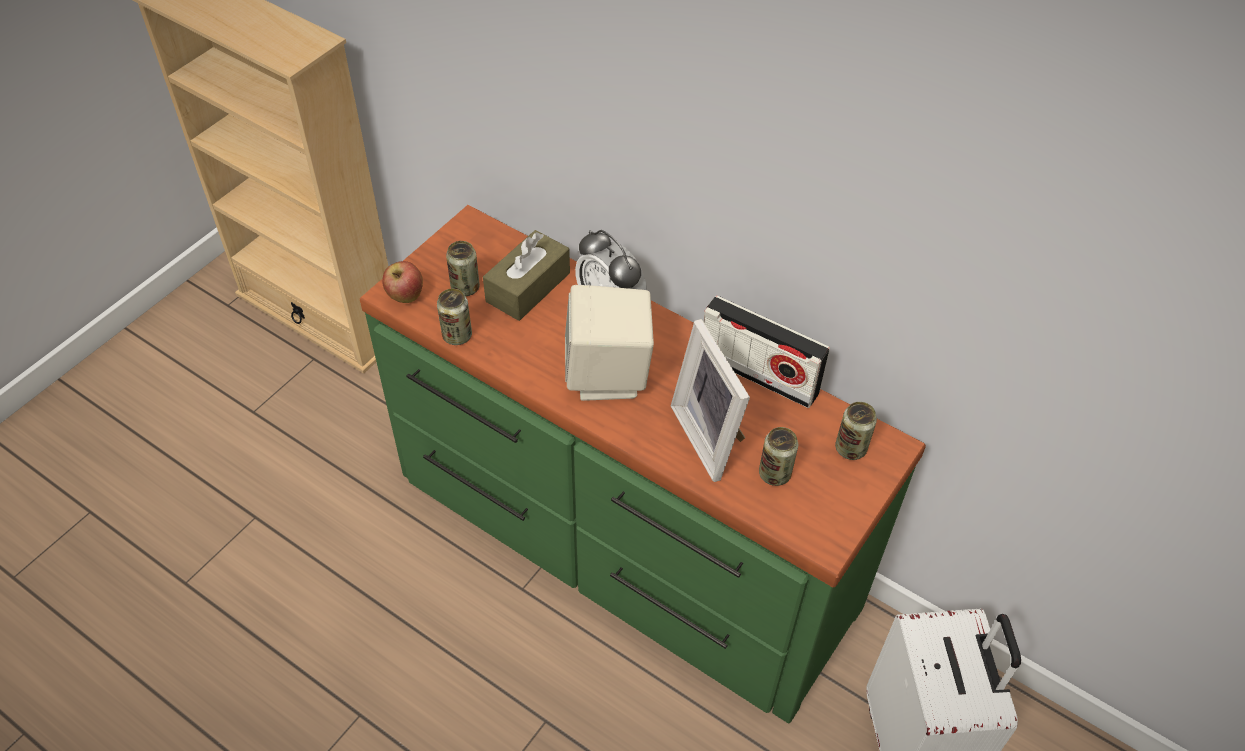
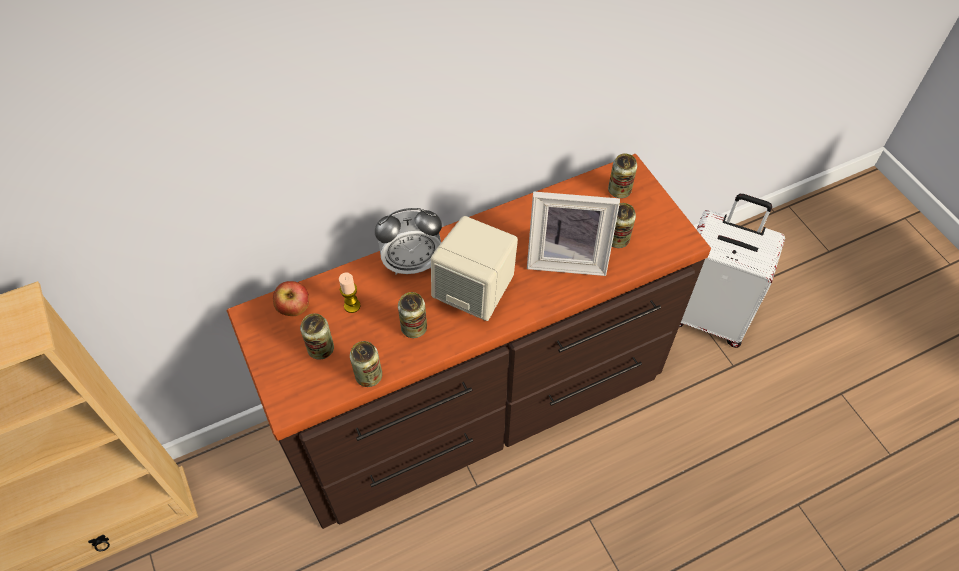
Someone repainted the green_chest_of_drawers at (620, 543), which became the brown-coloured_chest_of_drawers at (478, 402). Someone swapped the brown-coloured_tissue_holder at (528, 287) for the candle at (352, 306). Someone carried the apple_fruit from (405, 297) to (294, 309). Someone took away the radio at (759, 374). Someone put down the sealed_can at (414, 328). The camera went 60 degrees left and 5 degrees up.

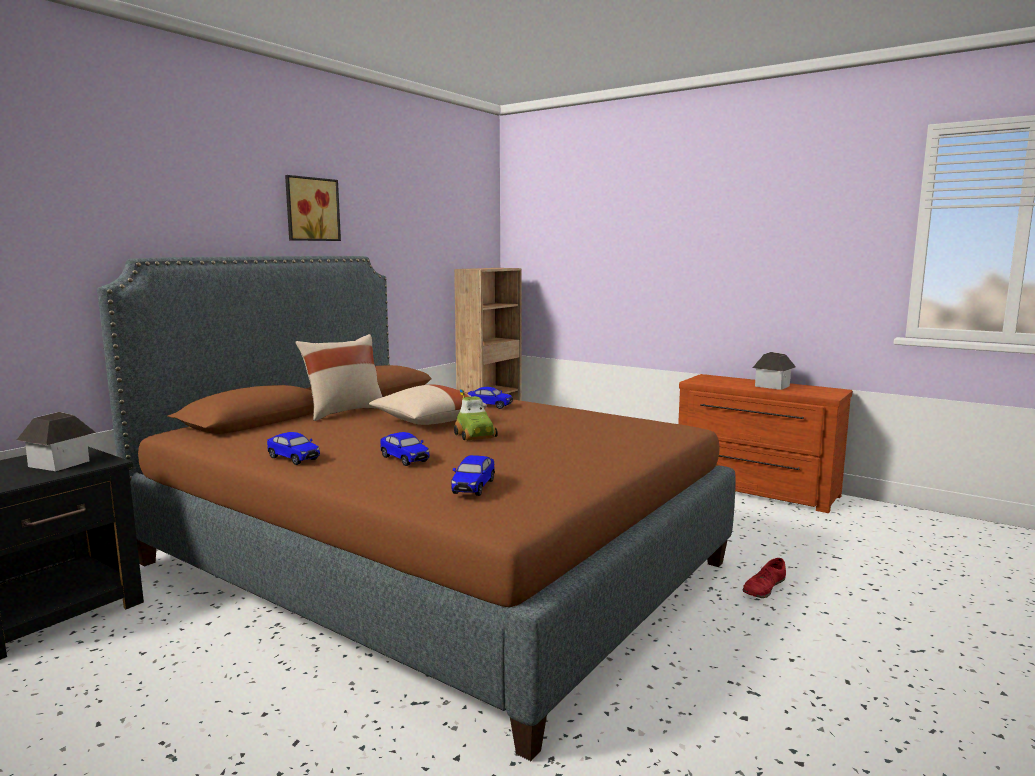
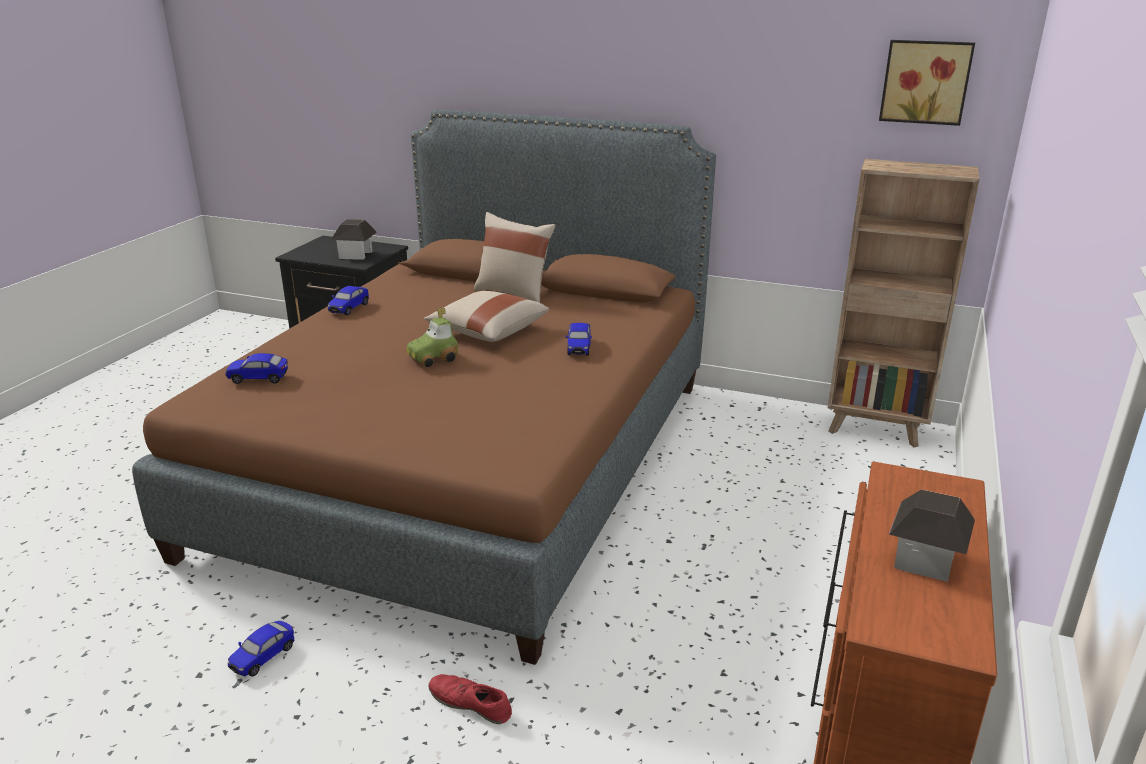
Someone carried the picture from (311, 209) to (925, 82). Someone carried the miniature_car from (404, 459) to (263, 657). The camera went 75 degrees right and 15 degrees up.

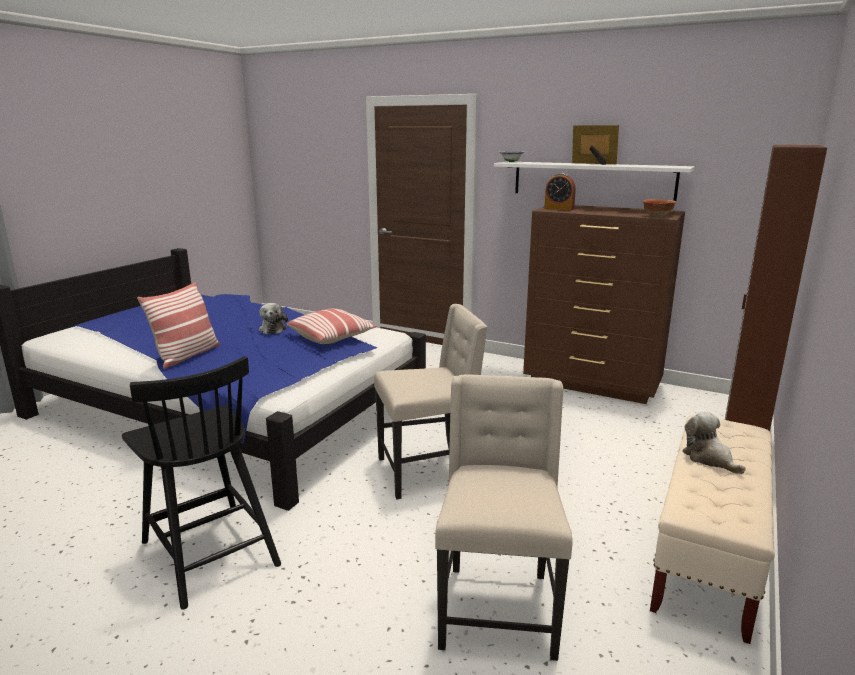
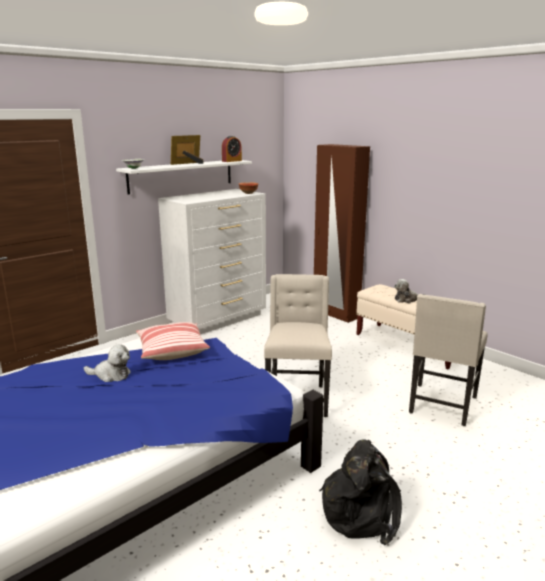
Someone carried the table_clock from (559, 208) to (232, 161). Someone repainted the brown-coloured_chest_of_drawers at (592, 383), which became the white-coloured_chest_of_drawers at (218, 319). Someone took away the pillow at (187, 355). Someone swapped the black-coloured_chair at (209, 551) for the black-coloured_knapsack at (362, 512). Someone rotated the beige-coloured_chair at (497, 608) by 90 degrees counterclockwise. The camera went 70 degrees left and 0 degrees up.

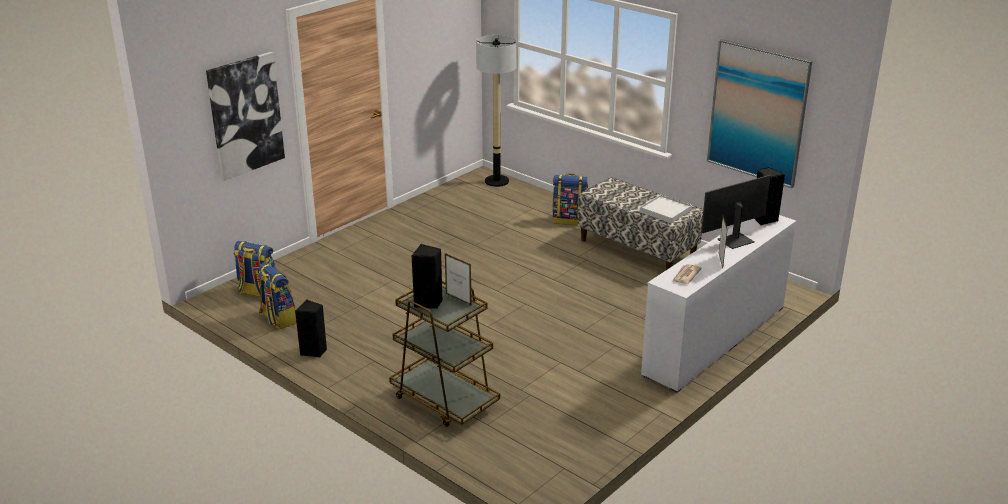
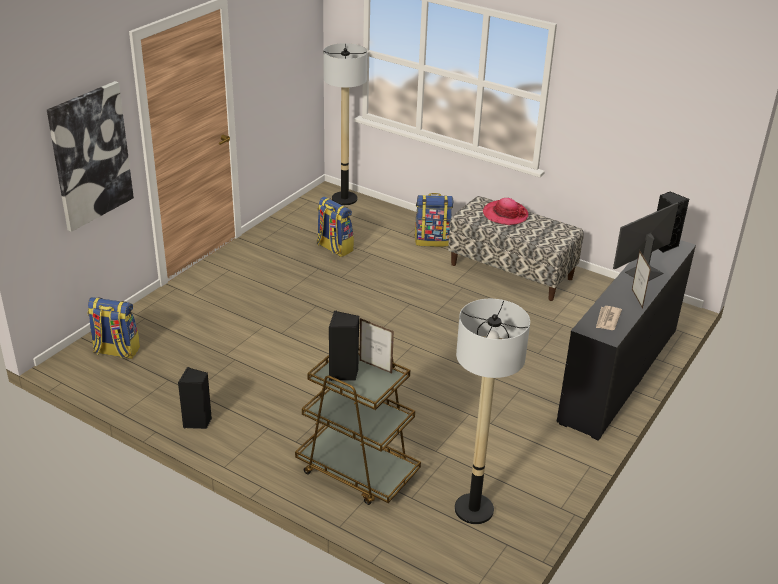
Someone took away the picture at (757, 113). Someone took away the white-coloured_serving_tray at (665, 211). Someone repainted the white-coloured_chest_of_drawers at (714, 340), which became the black-coloured_chest_of_drawers at (618, 374). Someone carried the knapsack from (277, 319) to (334, 248). Someone put down the wearable_hat at (505, 214). Someone put down the floor_lamp at (473, 509). The camera went 10 degrees left and 5 degrees up.

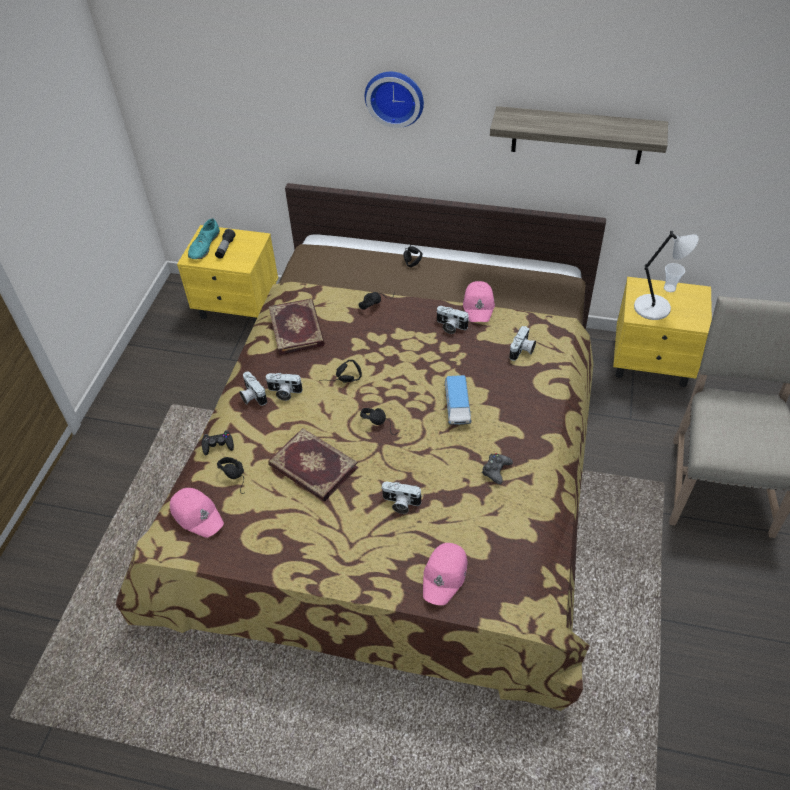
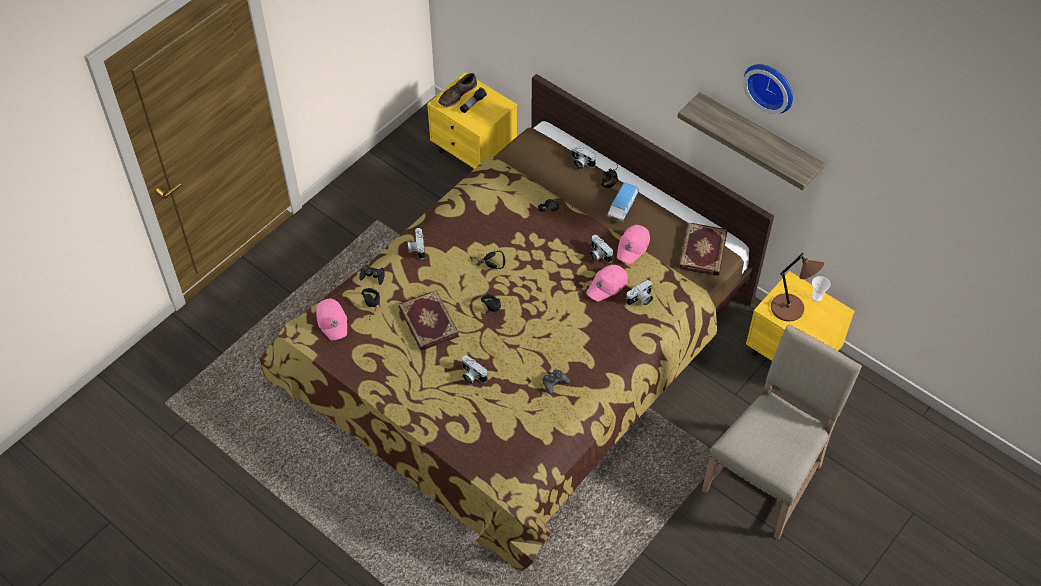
Someone carried the wall_clock from (395, 97) to (771, 86). Someone repainted the turquoise_low_shoe at (204, 246), which became the brown-coloured_low_shoe at (457, 95). Someone repainted the gray_lamp_for_a_table at (654, 308), which became the brown-coloured_lamp_for_a_table at (789, 309). Someone carried the book from (297, 328) to (704, 251). Someone carried the photo_camera from (284, 392) to (581, 163). Someone carried the miniature_car from (457, 406) to (622, 207). Someone carried the pink-coloured_cap from (445, 576) to (607, 286). The camera went 25 degrees right and 5 degrees up.

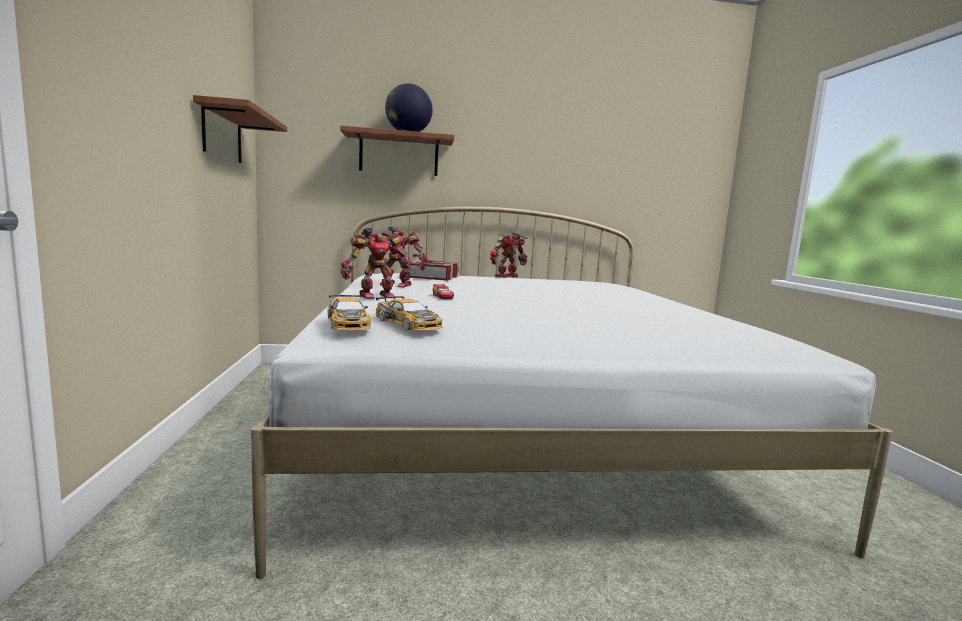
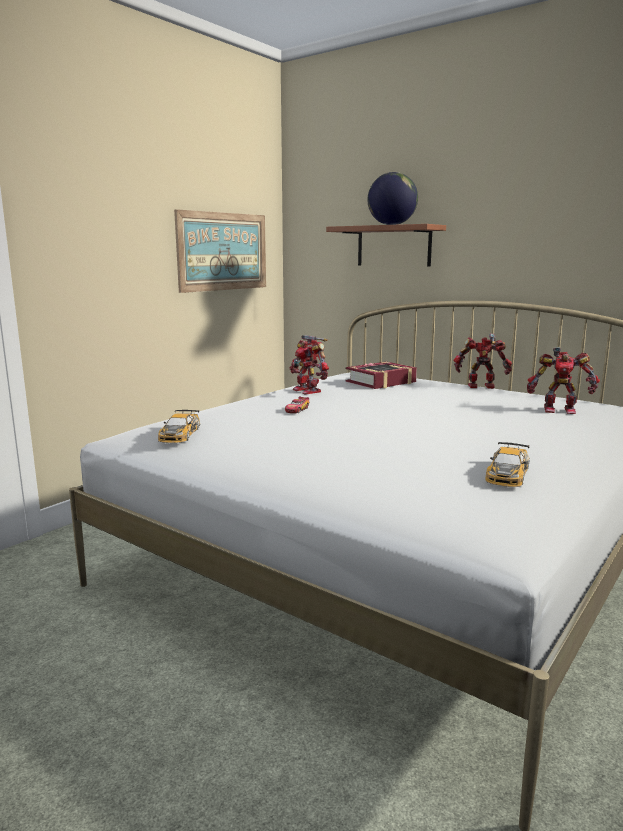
Someone swapped the brown-coloured_wall_shelf at (222, 134) for the picture at (223, 251). Someone carried the model_robot from (375, 296) to (558, 410). Someone carried the miniature_car from (348, 323) to (507, 474). The camera went 45 degrees right and 5 degrees up.

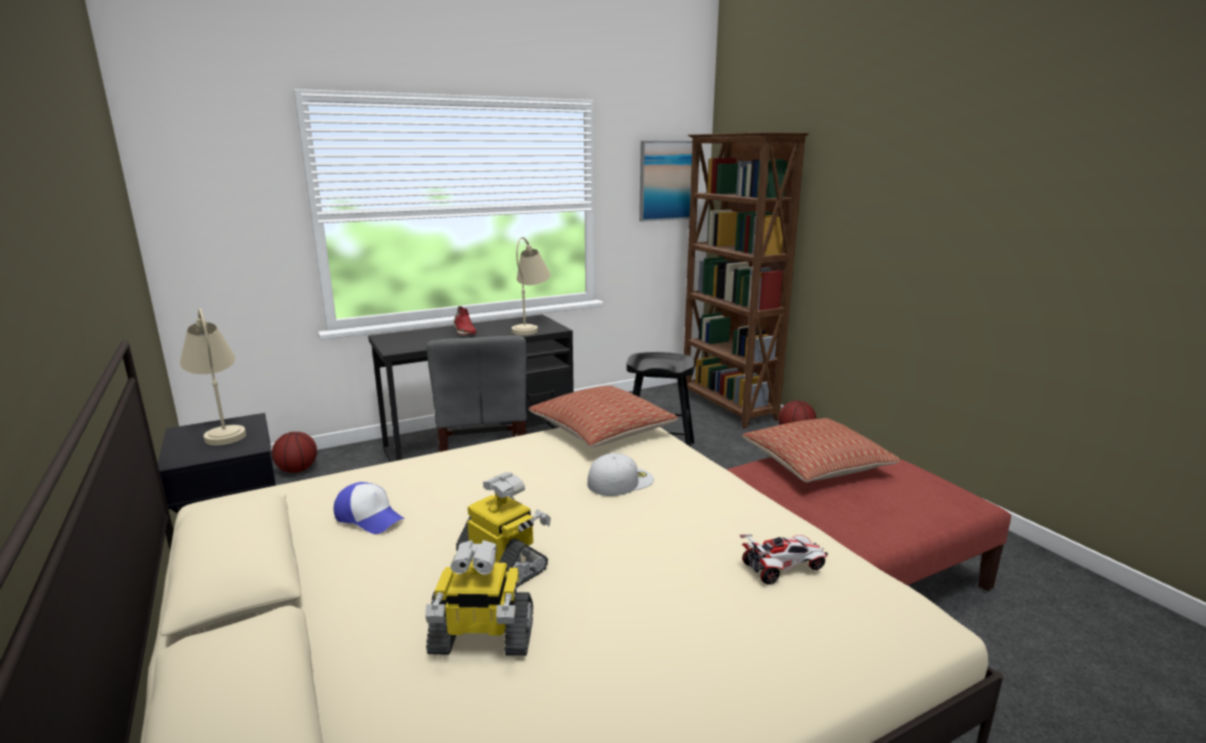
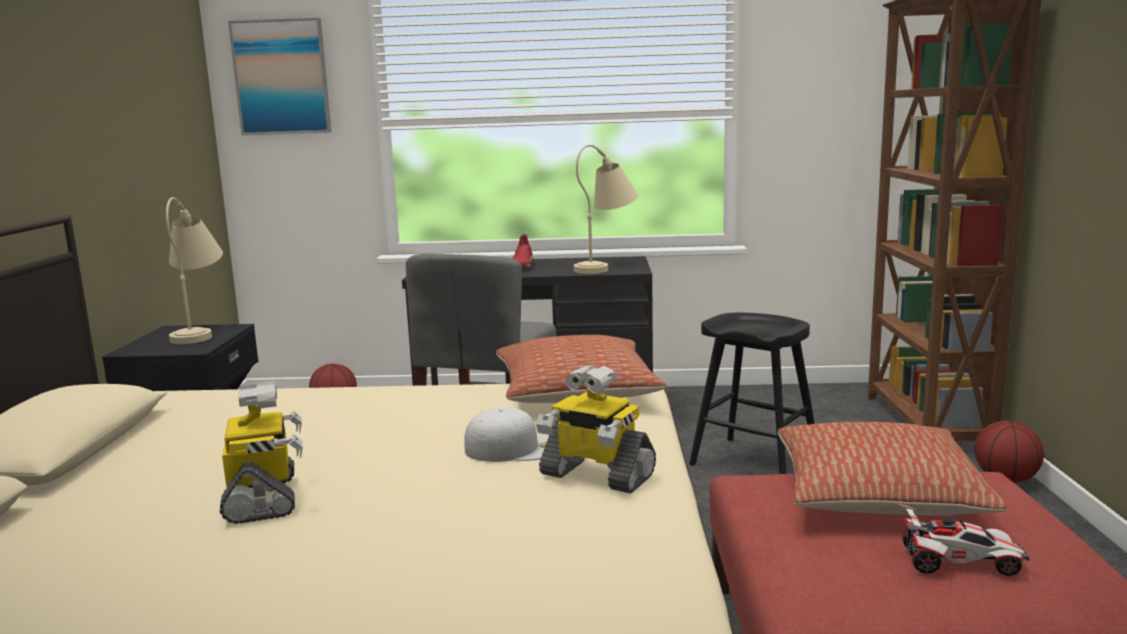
Someone carried the picture from (666, 181) to (281, 77). Someone took away the cap at (370, 517). Someone carried the miniature_car from (782, 568) to (958, 563). Someone carried the model_robot from (481, 639) to (595, 475). The camera went 30 degrees right and 5 degrees down.

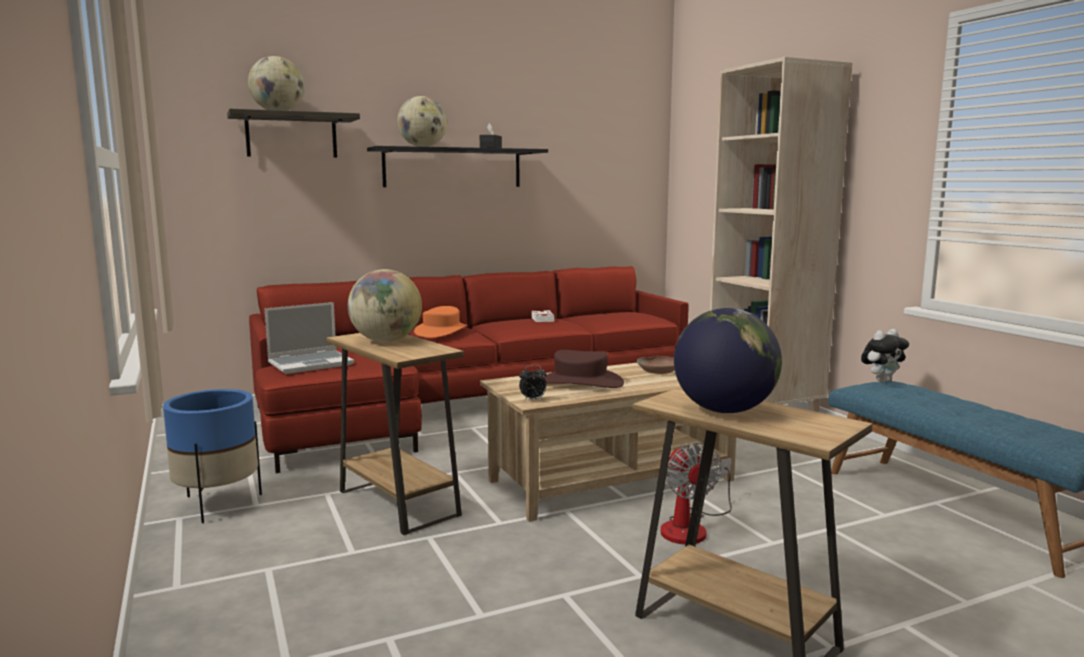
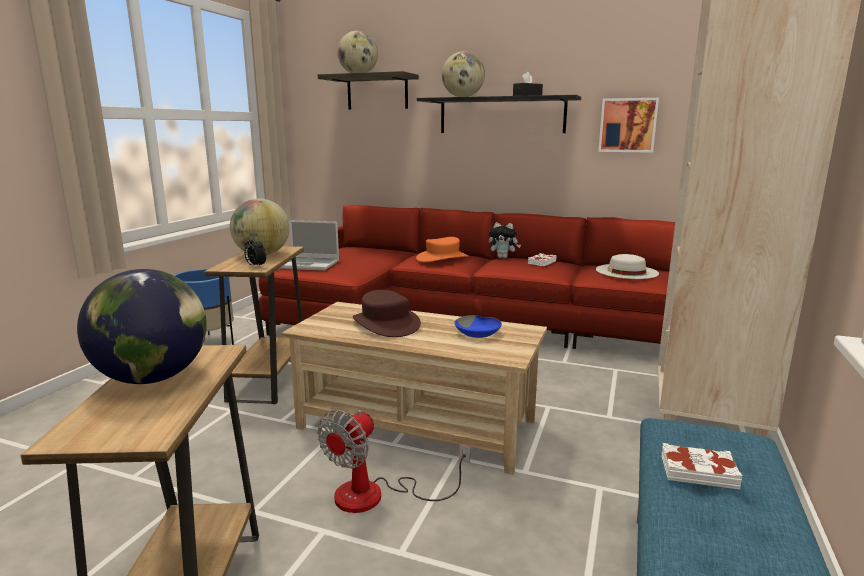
Someone carried the plush_toy from (882, 380) to (503, 257). Someone repainted the brown-coloured_deep_dish at (659, 371), which became the blue-coloured_deep_dish at (478, 333). Someone carried the table_clock from (533, 400) to (255, 266). Someone put up the picture at (628, 125). Someone put down the white-coloured_wearable_hat at (626, 271). Someone put down the white-coloured_book at (698, 471). The camera went 45 degrees right and 5 degrees up.

